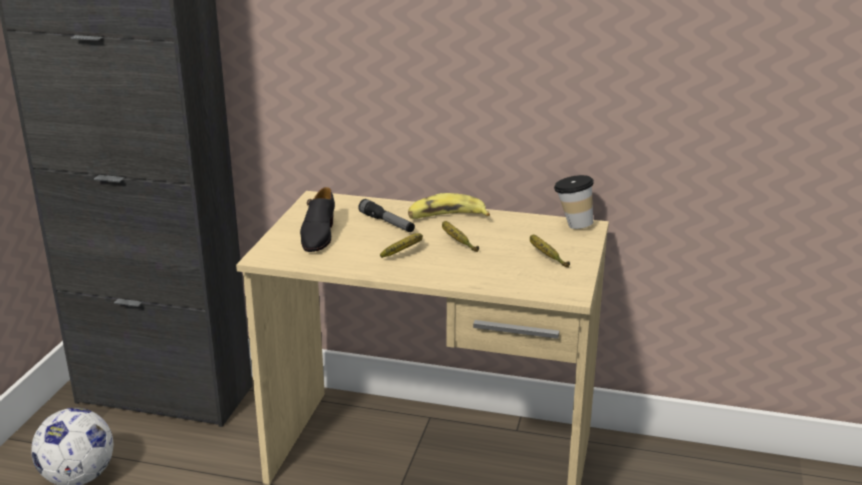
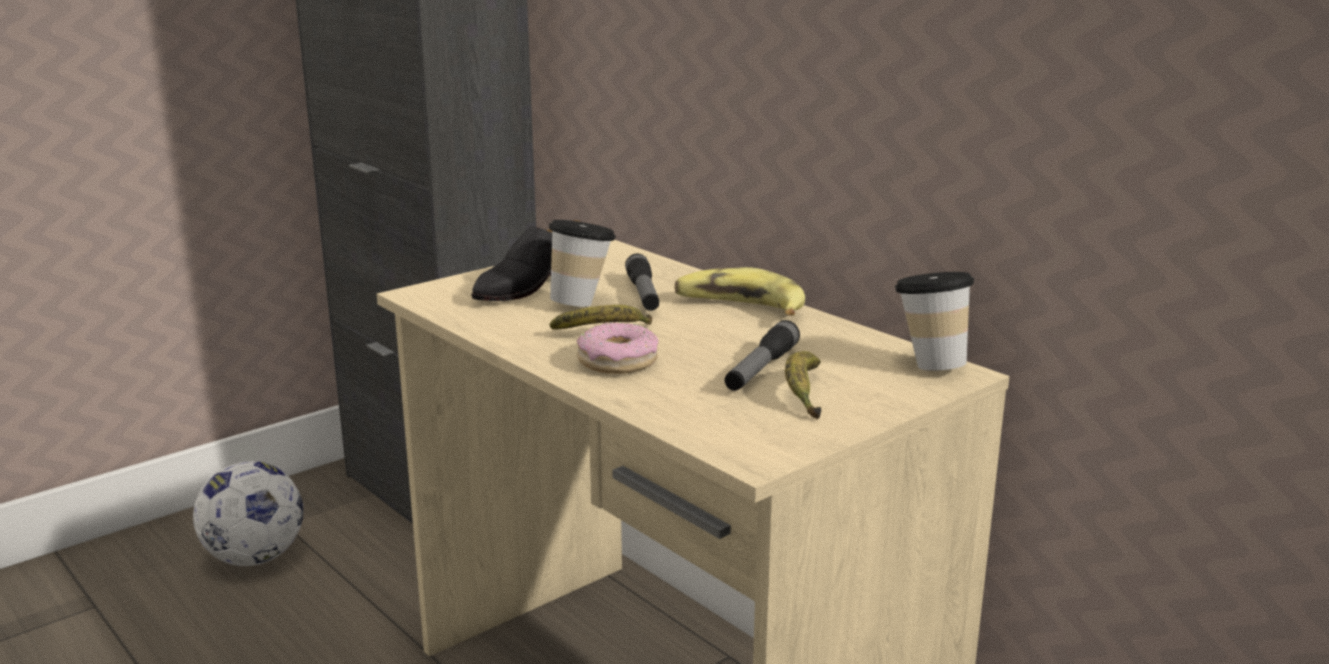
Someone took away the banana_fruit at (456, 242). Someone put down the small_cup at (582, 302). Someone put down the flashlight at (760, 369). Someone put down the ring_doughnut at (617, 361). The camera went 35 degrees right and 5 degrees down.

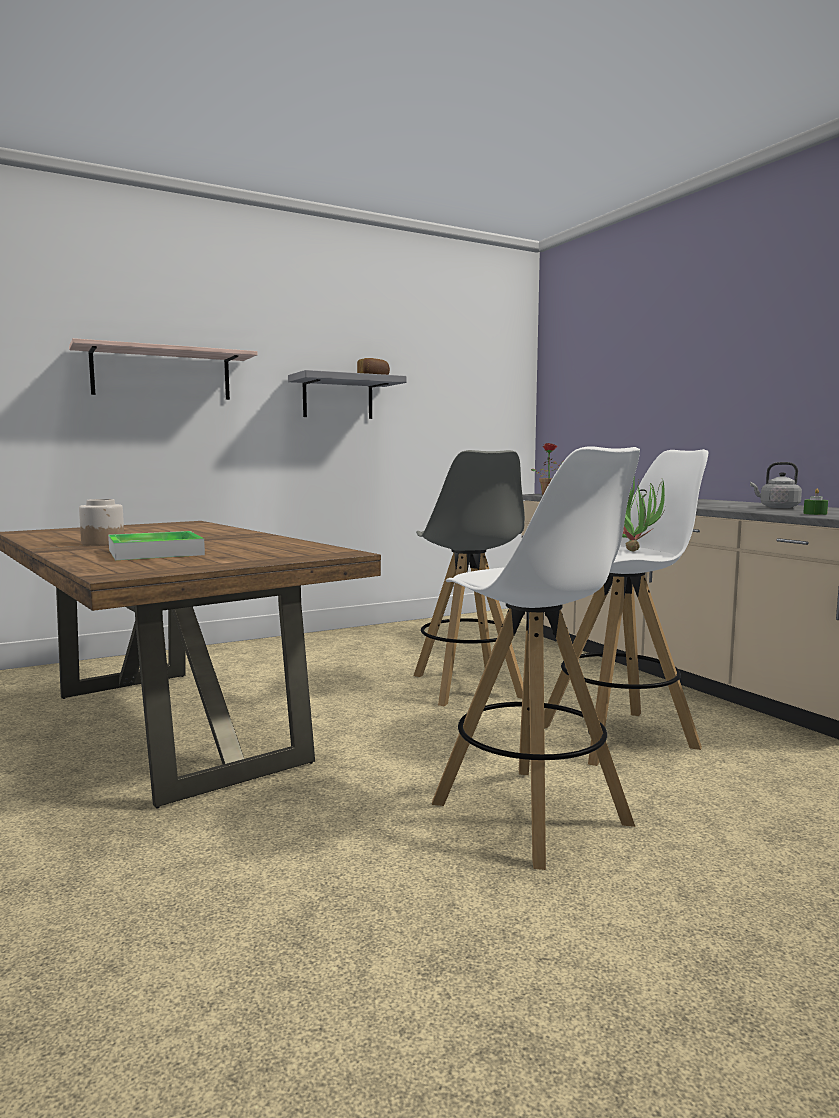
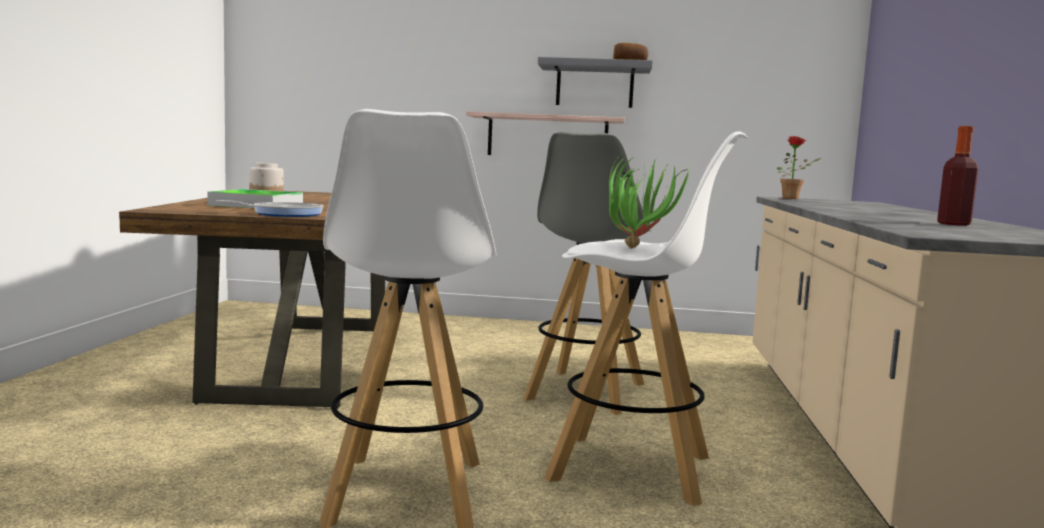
Someone carried the wall_shelf from (162, 374) to (547, 137). Someone swapped the gray_water_kettle at (777, 507) for the drink_bottle at (954, 224). Someone took away the green_candle at (815, 513). Someone put down the frying_pan at (283, 214). The camera went 35 degrees right and 0 degrees up.

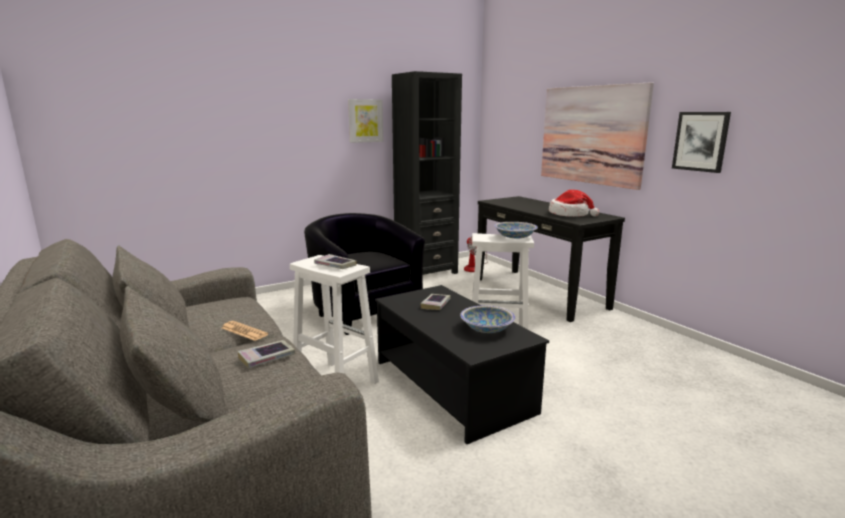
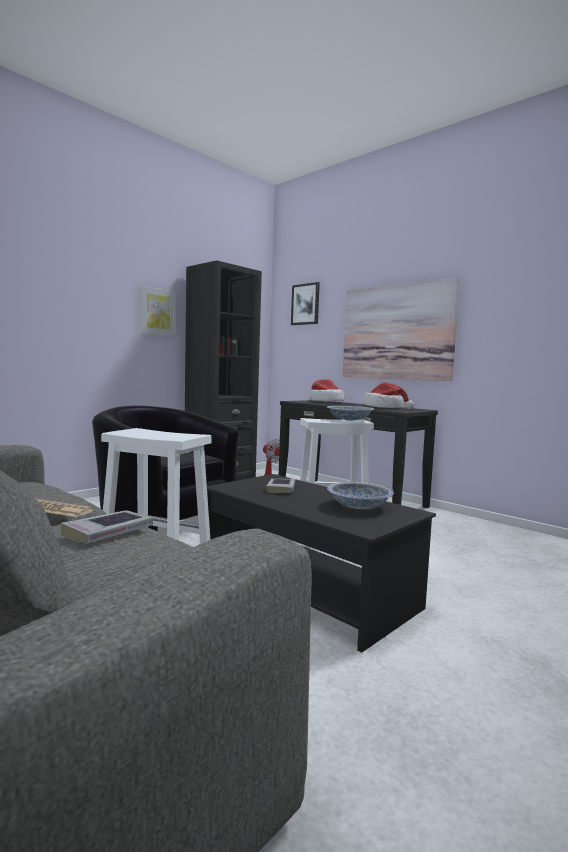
Someone carried the picture from (700, 141) to (305, 304). Someone took away the book at (335, 265). Someone put down the wearable_hat at (325, 402). The camera went 15 degrees left and 10 degrees down.

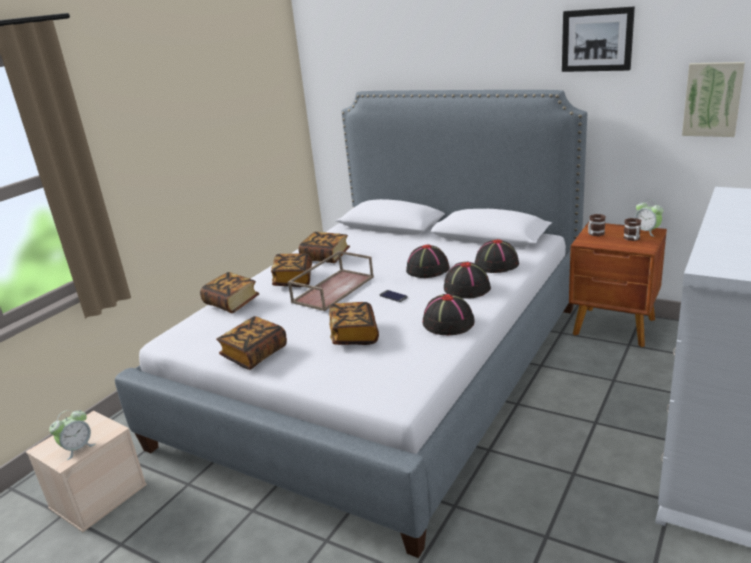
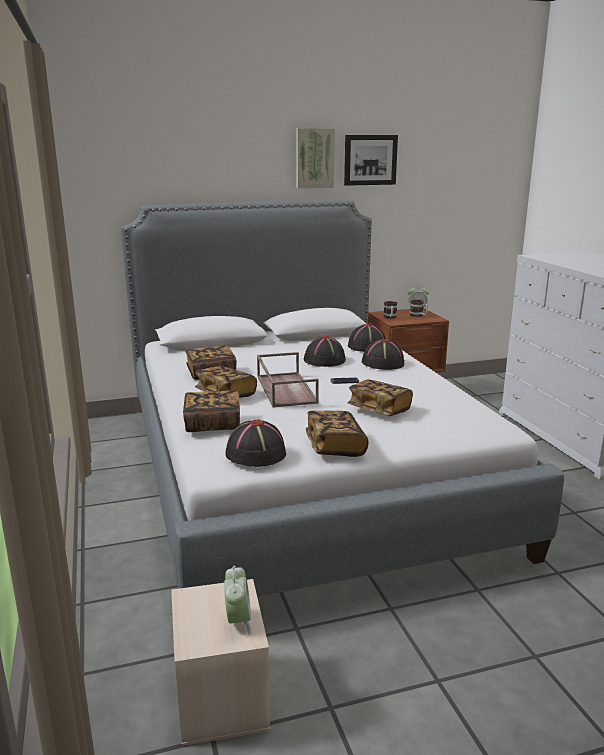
Someone carried the picture from (712, 99) to (314, 158). Someone carried the black-coloured_wearable_hat from (447, 322) to (255, 454). The camera went 50 degrees left and 5 degrees down.

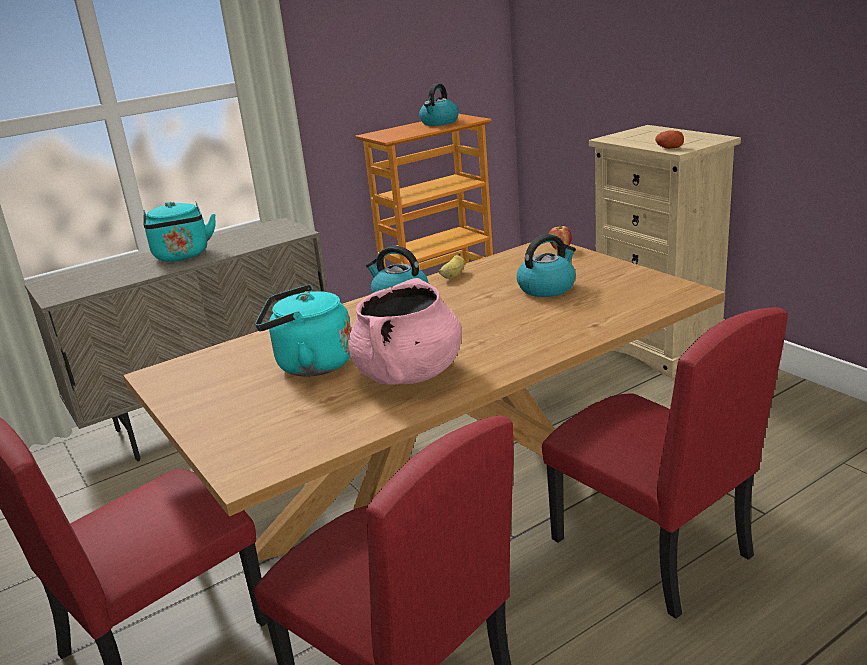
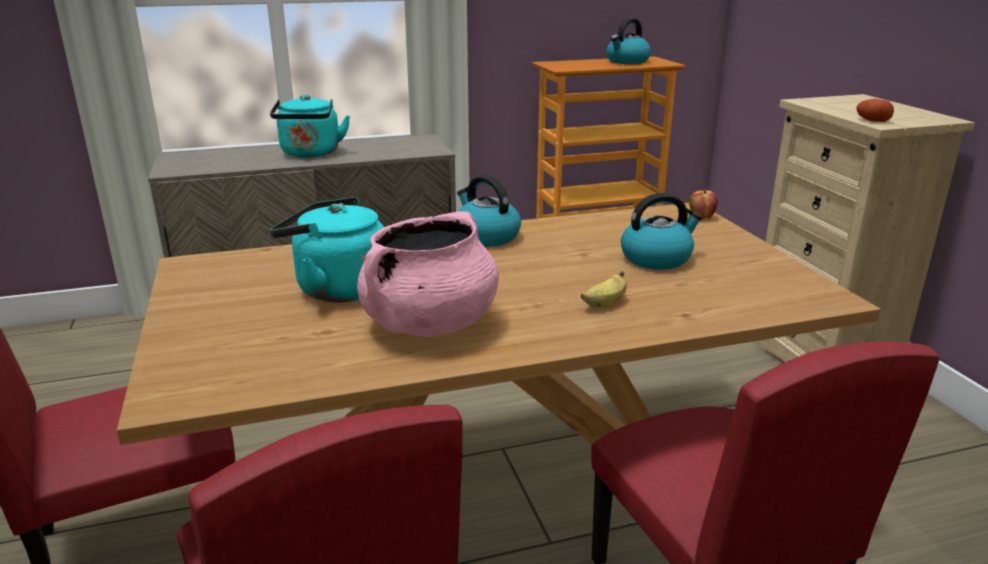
Someone carried the banana_fruit from (453, 276) to (604, 304). The camera went 15 degrees right and 0 degrees up.

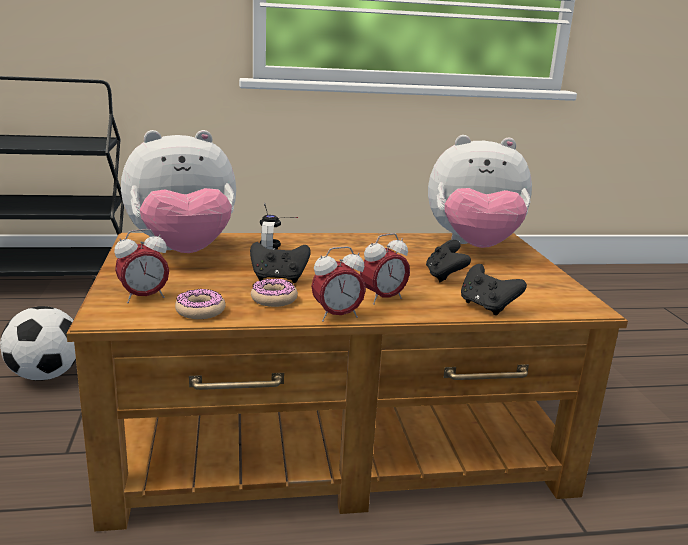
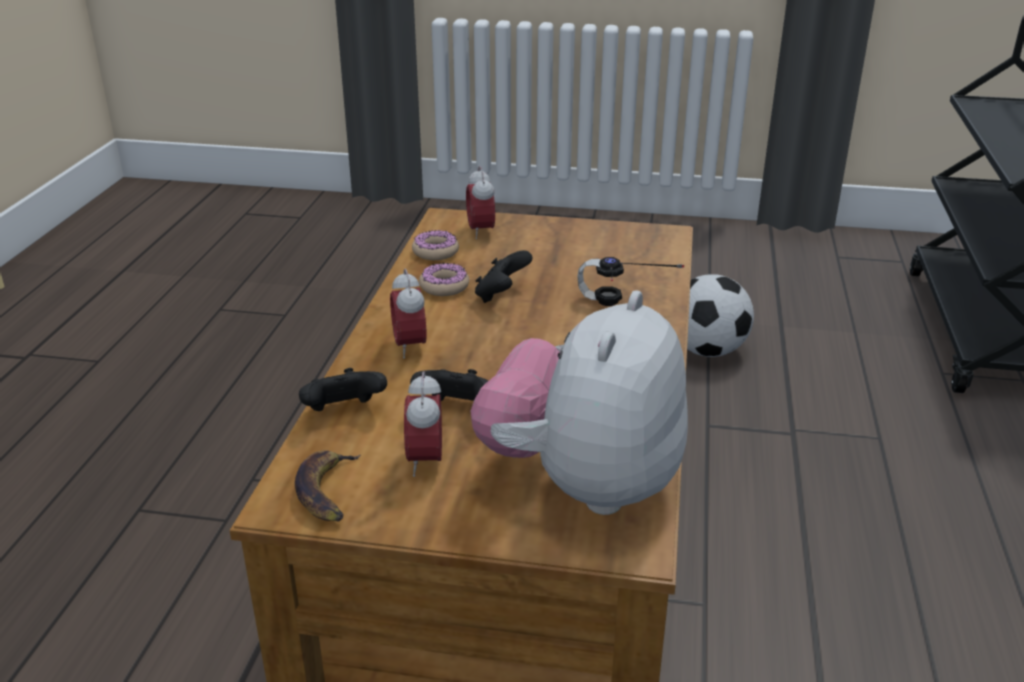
Someone took away the plush_toy at (183, 252). Someone carried the table_clock from (337, 316) to (425, 461). Someone put down the banana_fruit at (328, 491). The camera went 110 degrees right and 10 degrees up.

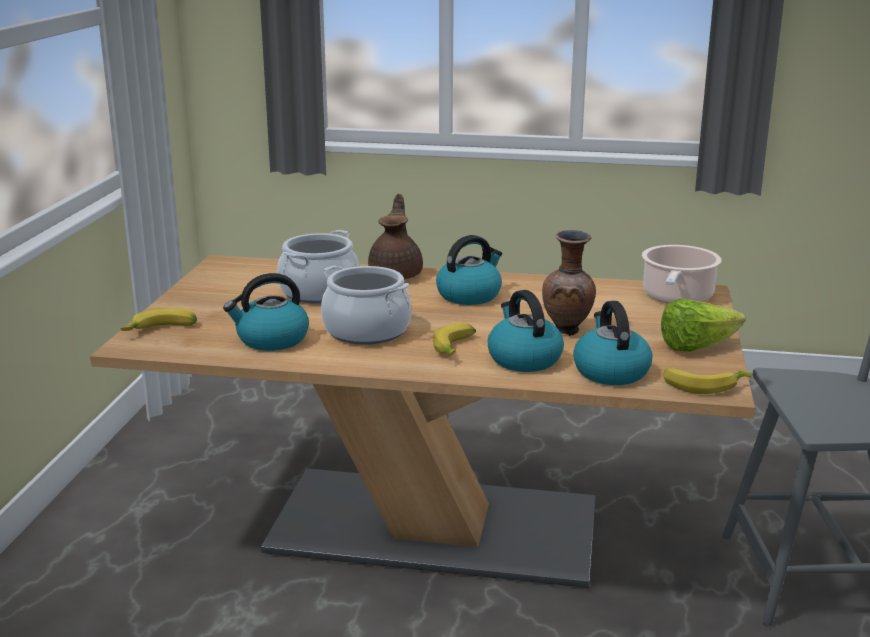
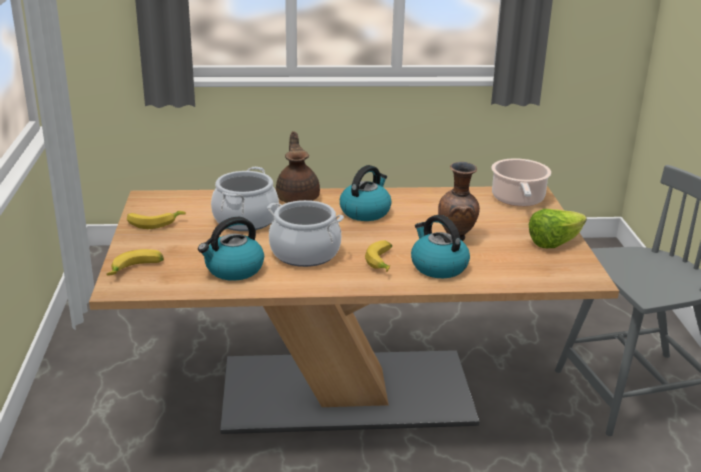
Someone took away the water_kettle at (610, 371). Someone carried the banana_fruit from (703, 385) to (154, 223). The camera went 15 degrees left and 5 degrees up.

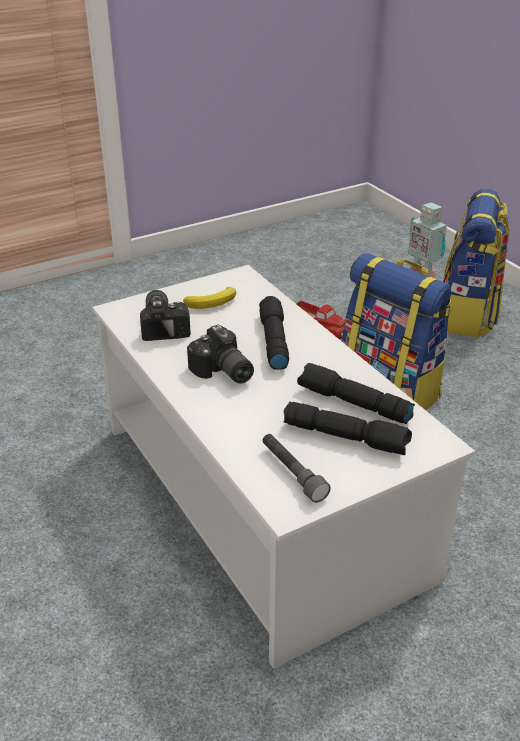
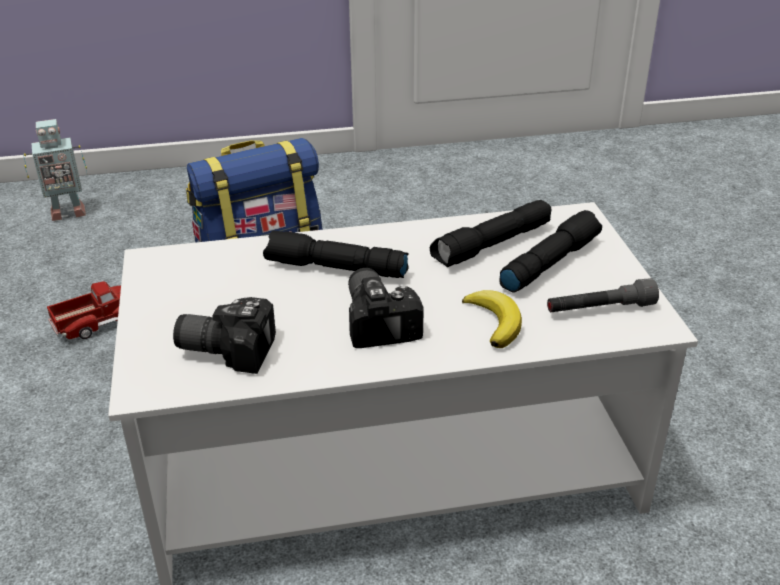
Someone took away the knapsack at (467, 316). Someone carried the banana_fruit from (213, 302) to (494, 322). Someone rotated the photo_camera at (222, 373) by 90 degrees counterclockwise. The camera went 70 degrees left and 0 degrees up.

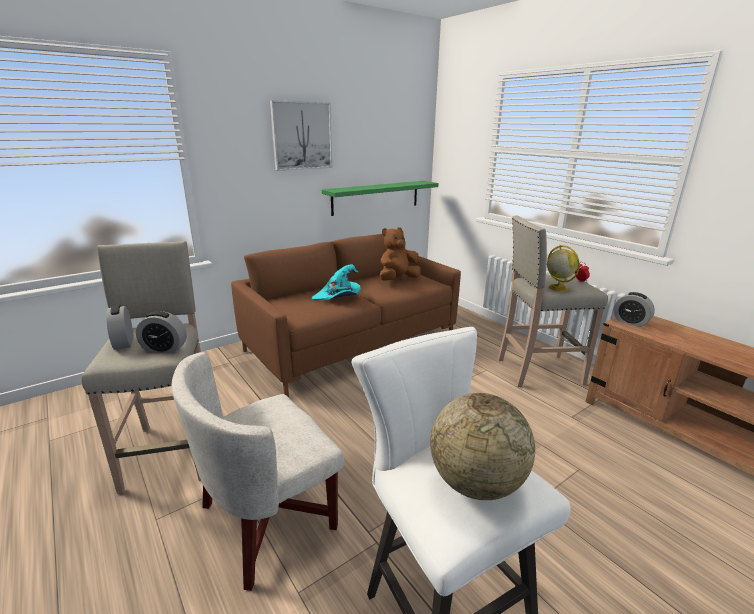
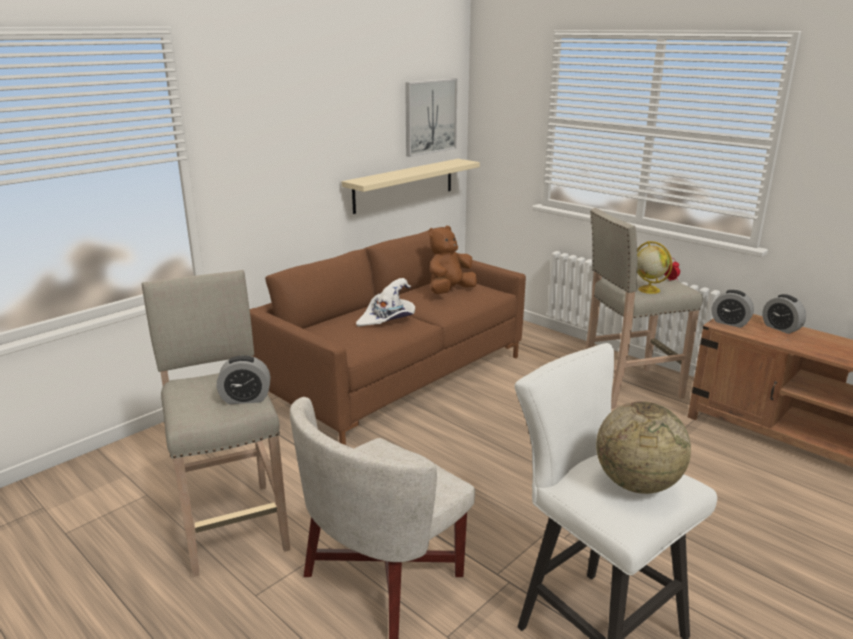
Someone carried the picture from (302, 136) to (430, 116). Someone repainted the green_wall_shelf at (376, 197), which became the beige-coloured_wall_shelf at (404, 185). Someone repainted the turquoise_wearable_hat at (338, 297), which became the white-coloured_wearable_hat at (387, 319). Someone carried the table_clock from (124, 342) to (780, 328). The camera went 10 degrees left and 0 degrees up.

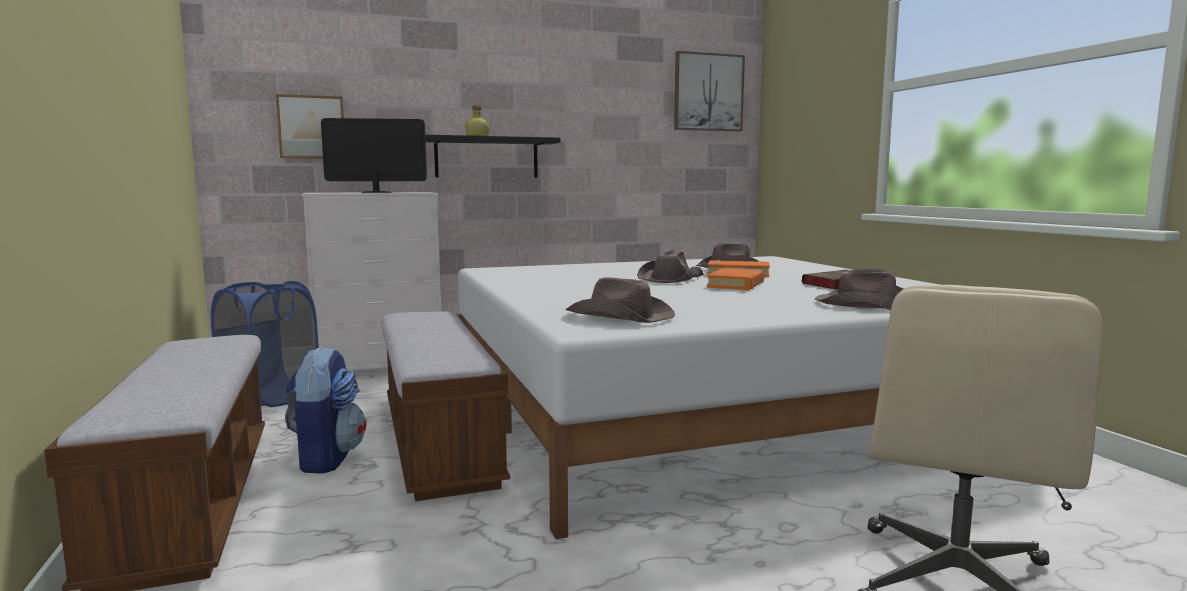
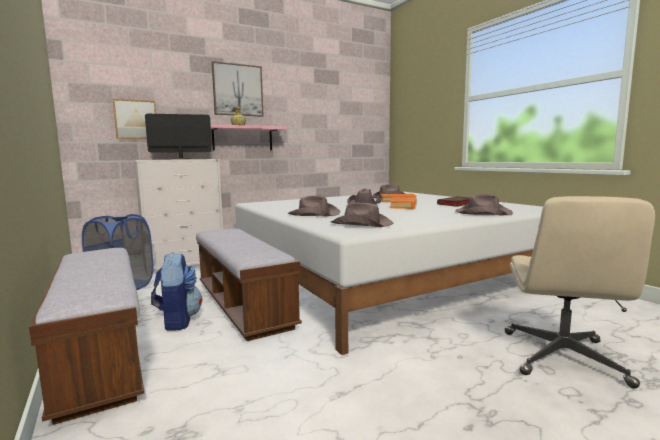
Someone carried the picture from (708, 92) to (237, 90). Someone repainted the black-coloured_wall_shelf at (486, 157), which became the pink-coloured_wall_shelf at (242, 138). Someone put down the brown-coloured_wearable_hat at (313, 214). The camera went 10 degrees left and 0 degrees up.

